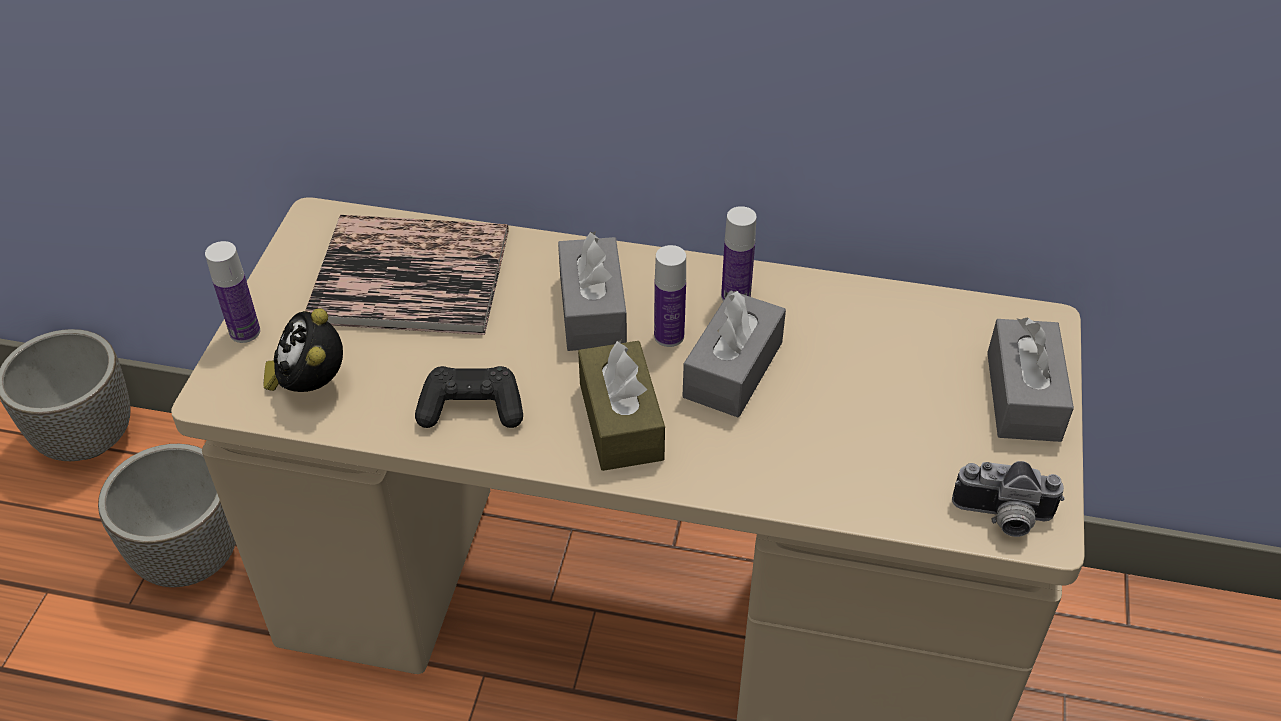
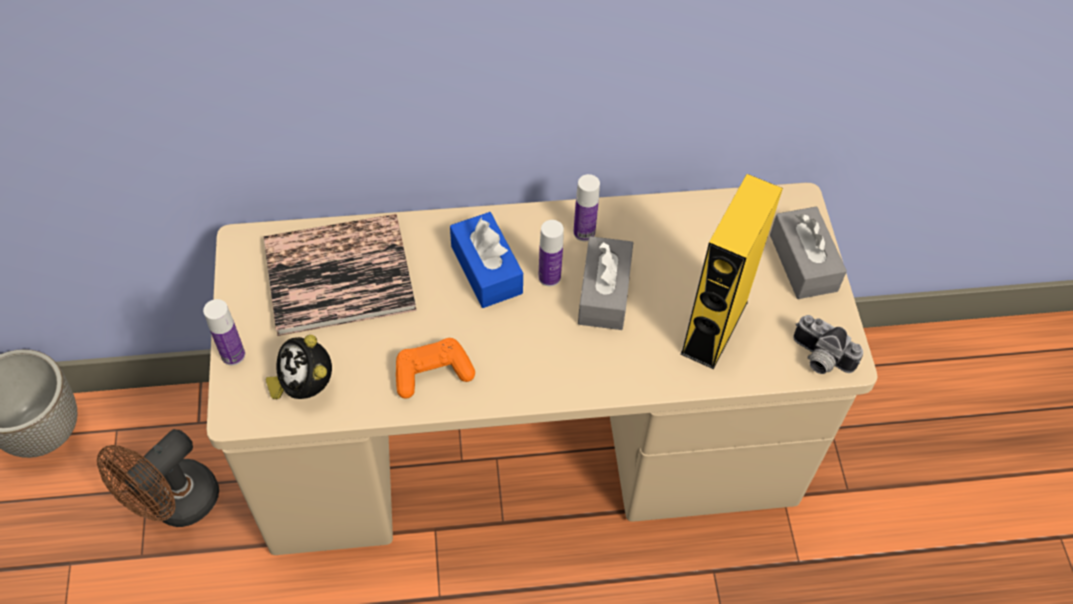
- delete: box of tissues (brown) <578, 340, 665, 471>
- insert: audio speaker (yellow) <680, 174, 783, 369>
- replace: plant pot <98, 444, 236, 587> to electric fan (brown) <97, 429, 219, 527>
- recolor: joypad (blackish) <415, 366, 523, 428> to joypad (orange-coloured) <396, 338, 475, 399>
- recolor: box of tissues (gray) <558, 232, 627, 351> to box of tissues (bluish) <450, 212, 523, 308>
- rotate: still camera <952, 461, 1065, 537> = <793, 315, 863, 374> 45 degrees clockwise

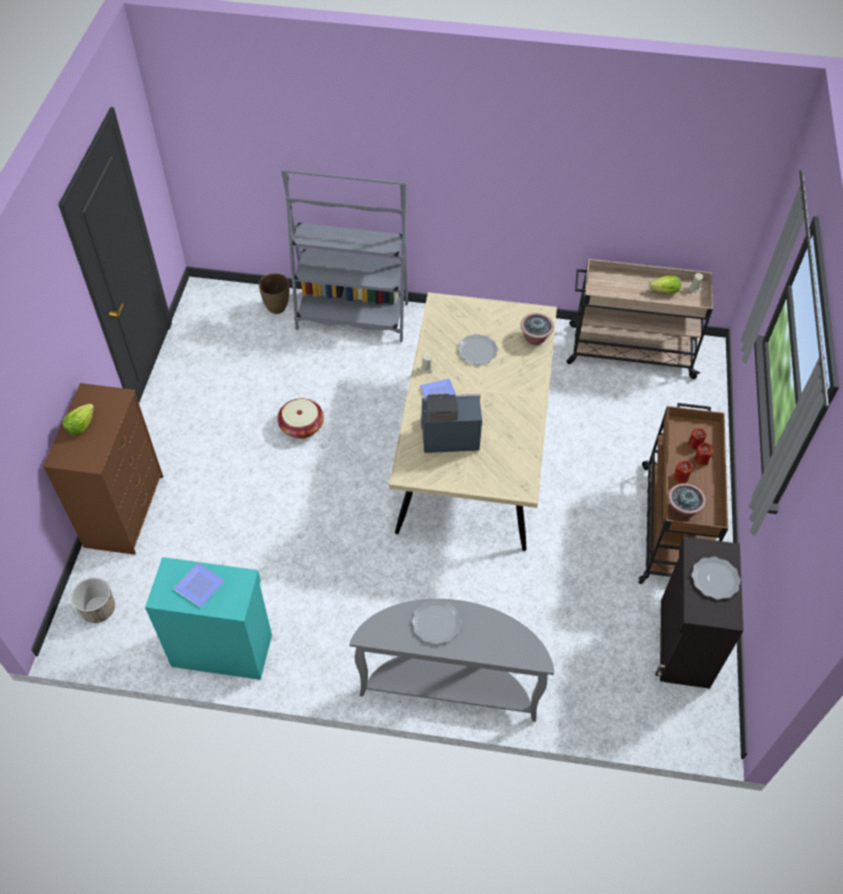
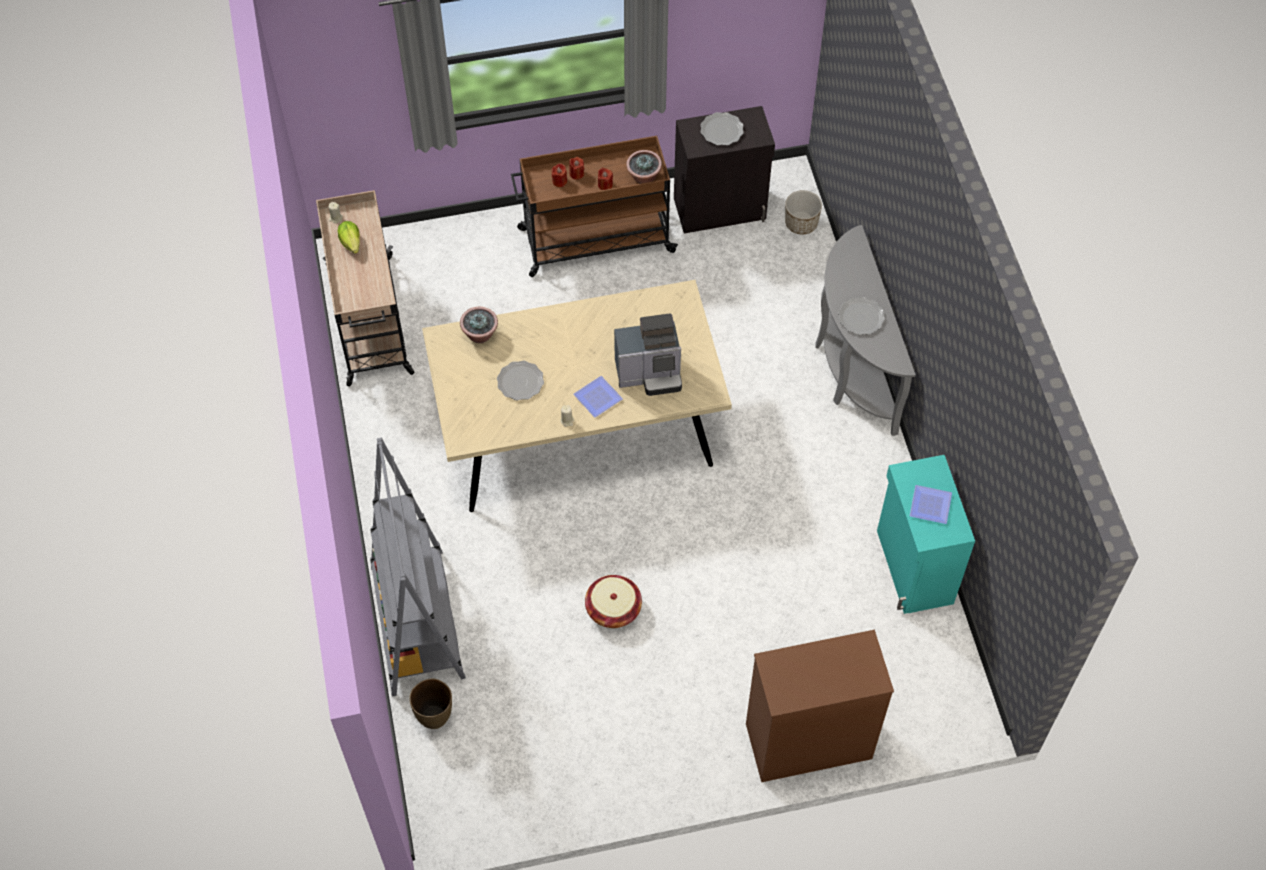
- delete: lettuce head <63, 403, 94, 435>
- move: plant pot <71, 577, 115, 623> to <785, 190, 822, 234>
- rotate: coffee maker <421, 394, 482, 453> = <614, 313, 682, 396> 75 degrees counterclockwise

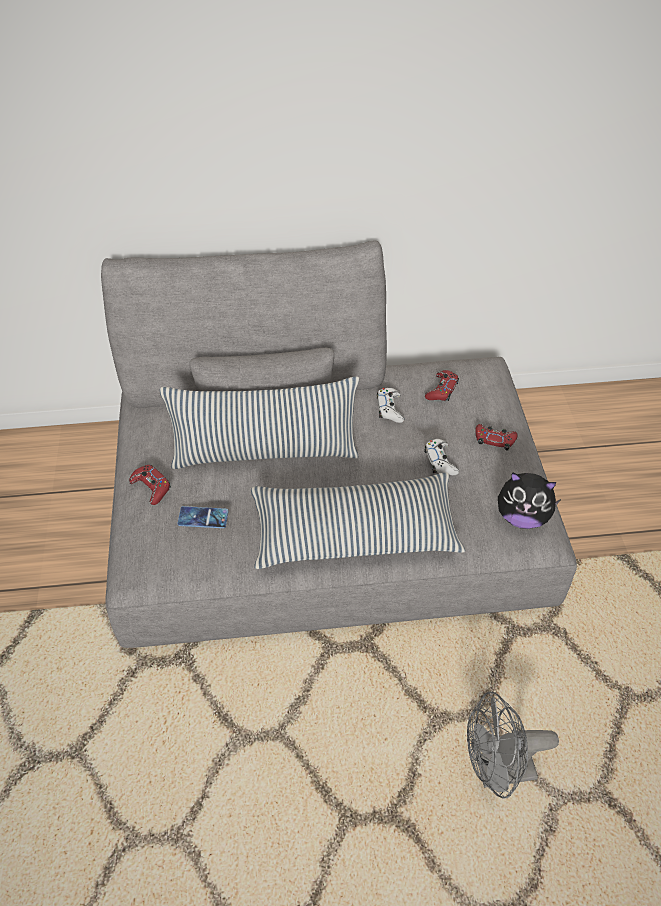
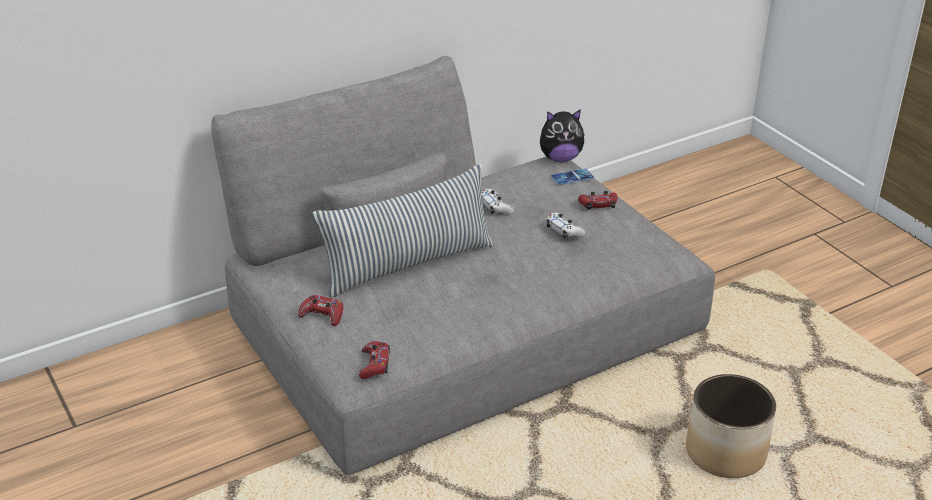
- delete: pillow <251, 473, 465, 569>
- move: phone <177, 506, 228, 528> to <551, 168, 594, 185>
- move: joypad (red-coloured) <425, 370, 459, 401> to <359, 341, 390, 379>
- move: plush toy <498, 472, 561, 529> to <540, 109, 585, 162>
- replace: electric fan (gray) <467, 691, 559, 798> to plant pot <686, 374, 776, 478>

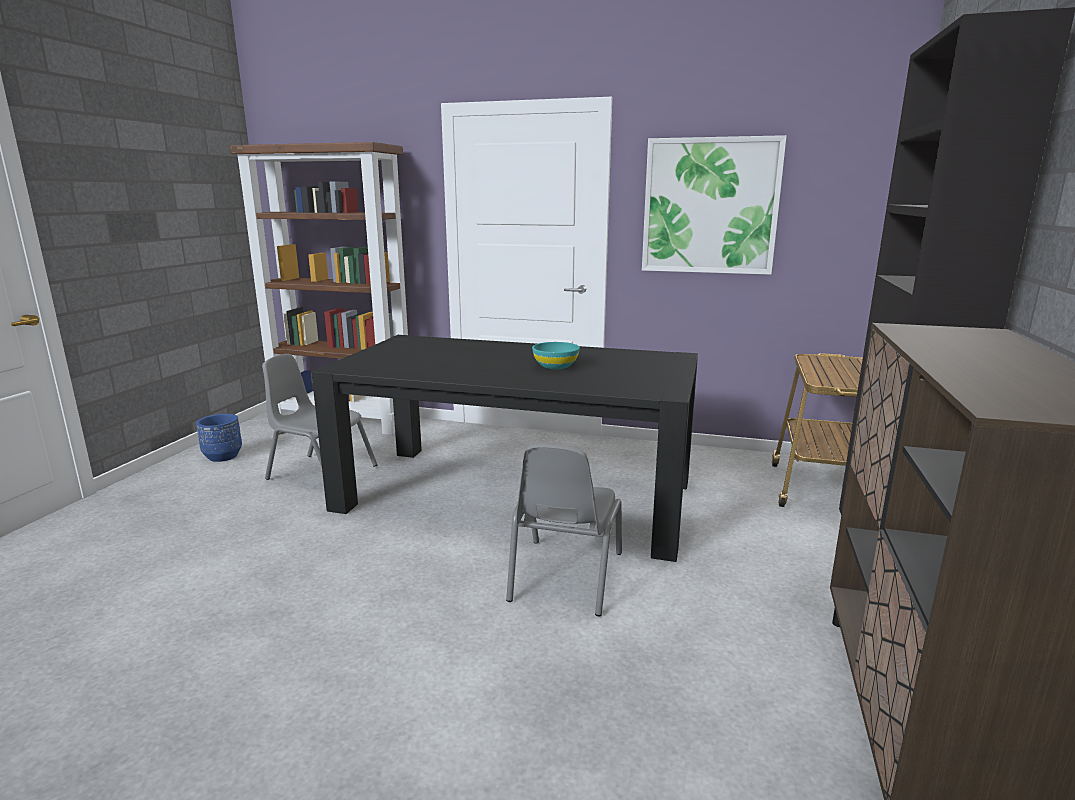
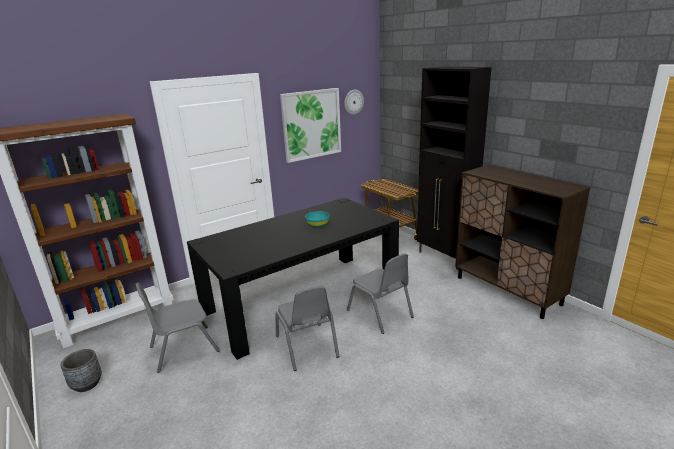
- insert: upright chair (gray) <275, 286, 339, 371>
- insert: wall clock <344, 90, 364, 115>
- recolor: plant pot (bluish) <196, 414, 242, 462> to plant pot (gray) <60, 349, 102, 392>

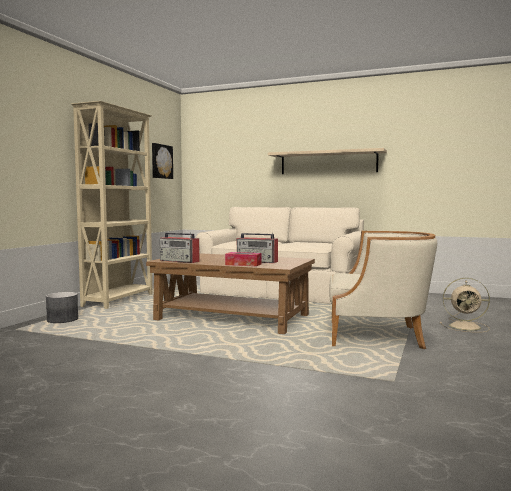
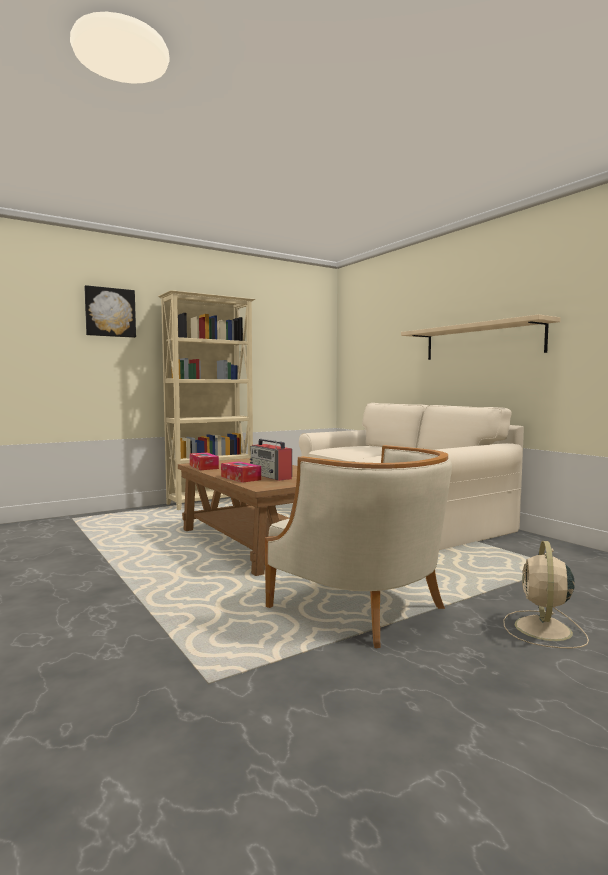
- delete: plant pot (gray) <46, 292, 78, 323>
- move: wall art <152, 143, 173, 179> to <84, 285, 136, 338>
- replace: radio <160, 233, 200, 263> to box of tissues <190, 453, 219, 470>
- rotate: electric fan (beige) <440, 278, 490, 332> = <503, 541, 589, 648> 60 degrees clockwise

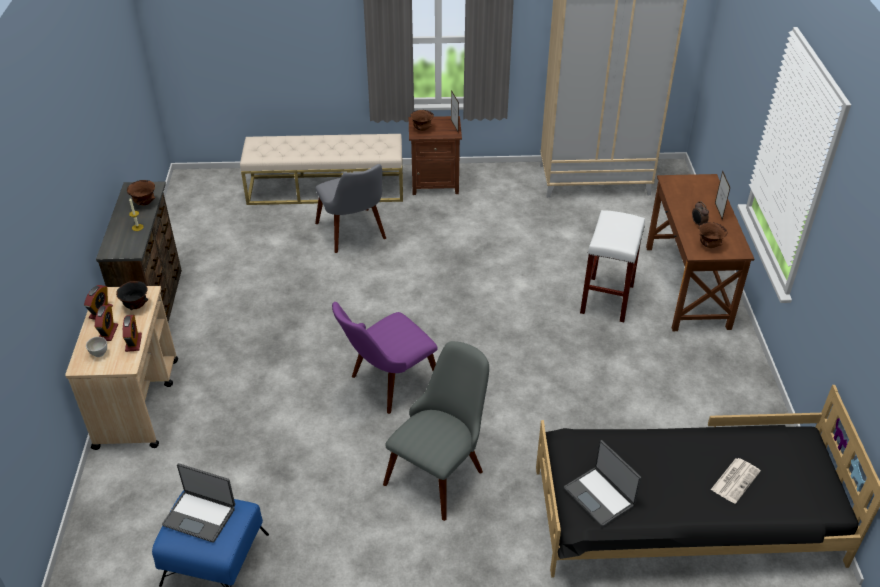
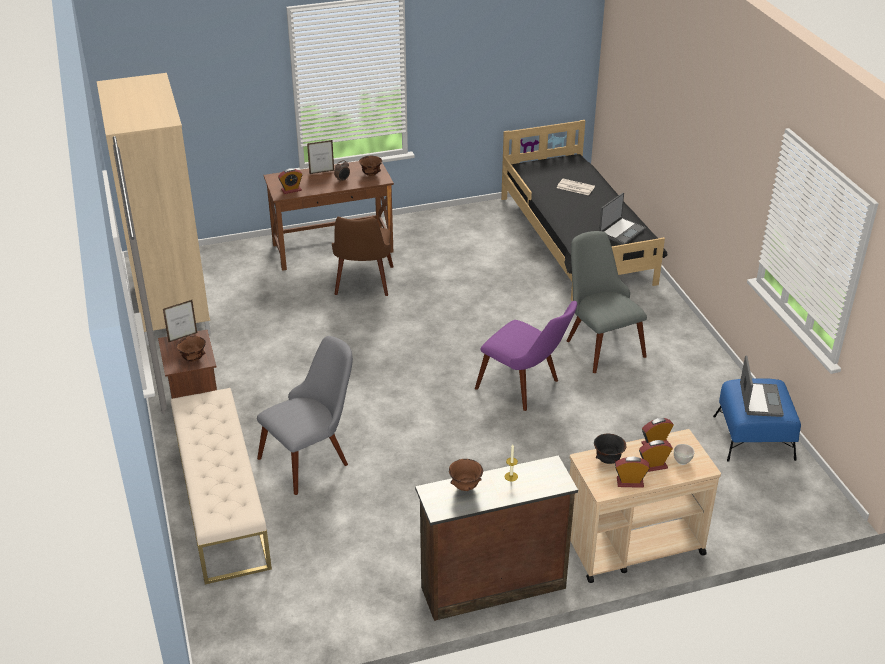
- insert: table clock <278, 168, 302, 194>
- replace: sitting stool (white) <580, 210, 645, 322> to upright chair (brown) <332, 217, 394, 296>
- rotate: upright chair (gray) <383, 341, 489, 521> = <567, 231, 647, 373> 45 degrees clockwise

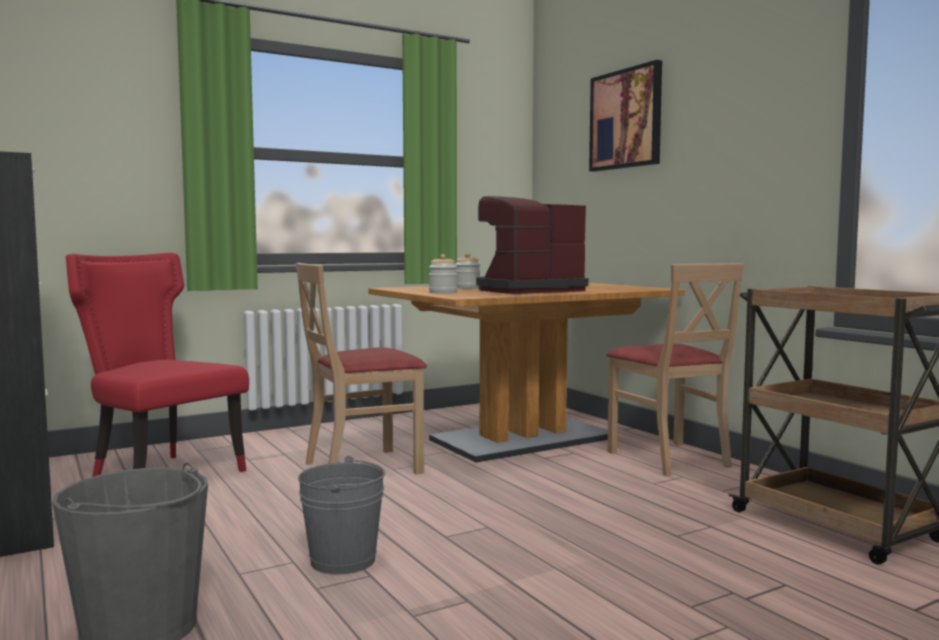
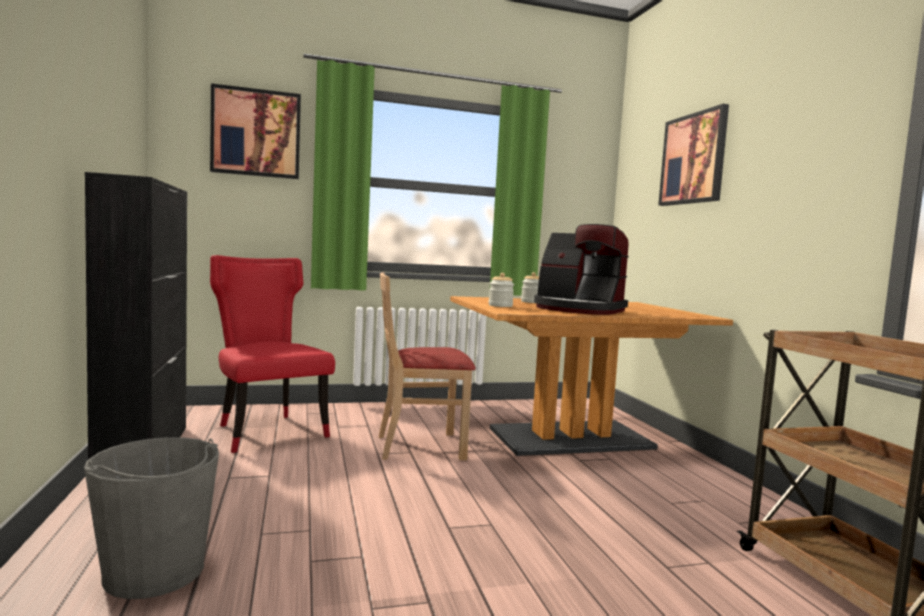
- delete: water bucket (gray) <298, 456, 385, 575>
- delete: upright chair (beige) <606, 263, 745, 476>
- insert: wall art <210, 83, 301, 179>
- rotate: coffee maker <476, 196, 589, 294> = <534, 224, 629, 315> 135 degrees counterclockwise

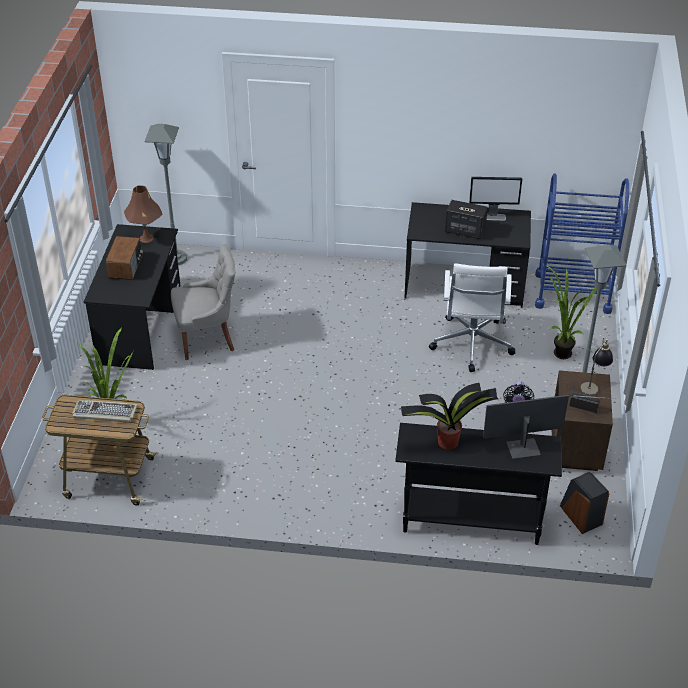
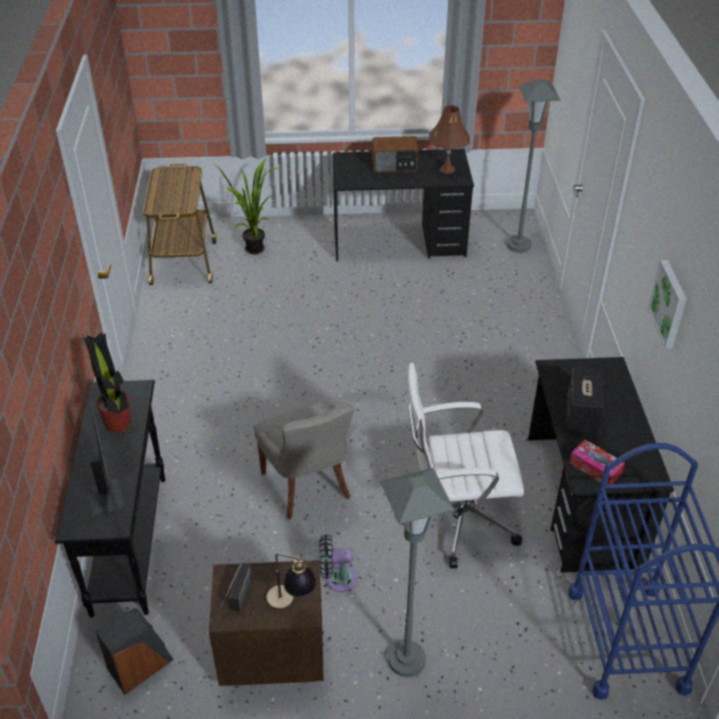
- delete: computer keyboard <72, 400, 137, 422>
- delete: monitor <469, 177, 522, 221>
- delete: potted plant <545, 265, 597, 359>
- insert: box of tissues <569, 440, 625, 484>
- insert: wall art <648, 260, 687, 349>
- move: upright chair (gray) <171, 244, 235, 360> to <254, 402, 354, 519>

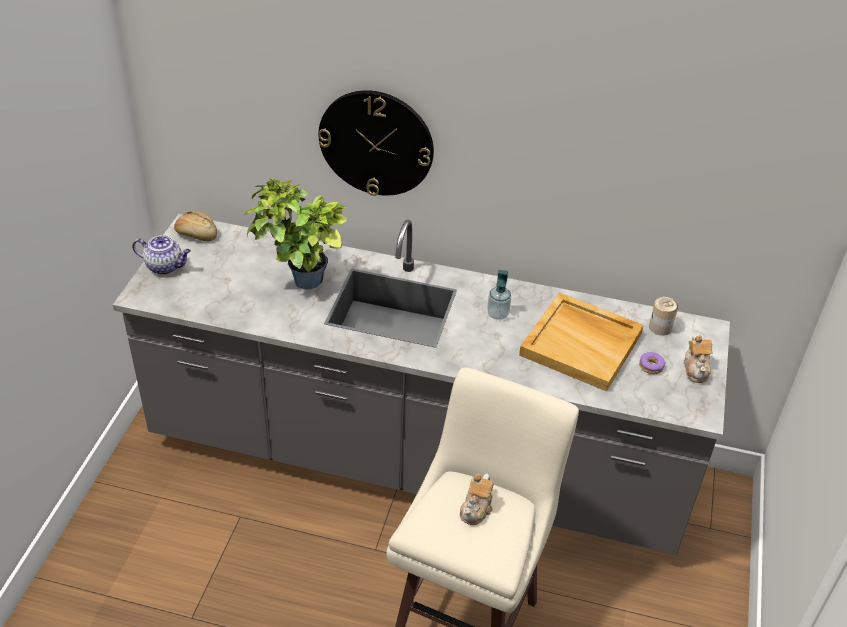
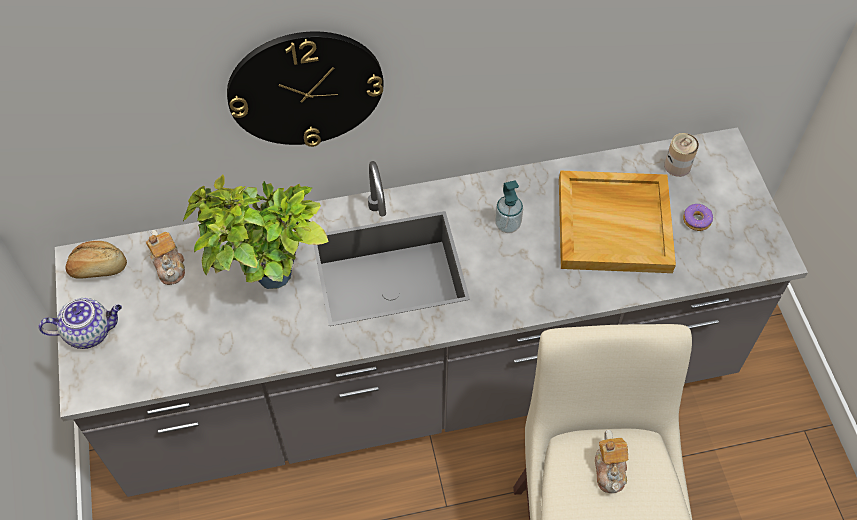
- move: pot for tea <684, 335, 713, 383> to <146, 230, 185, 285>

